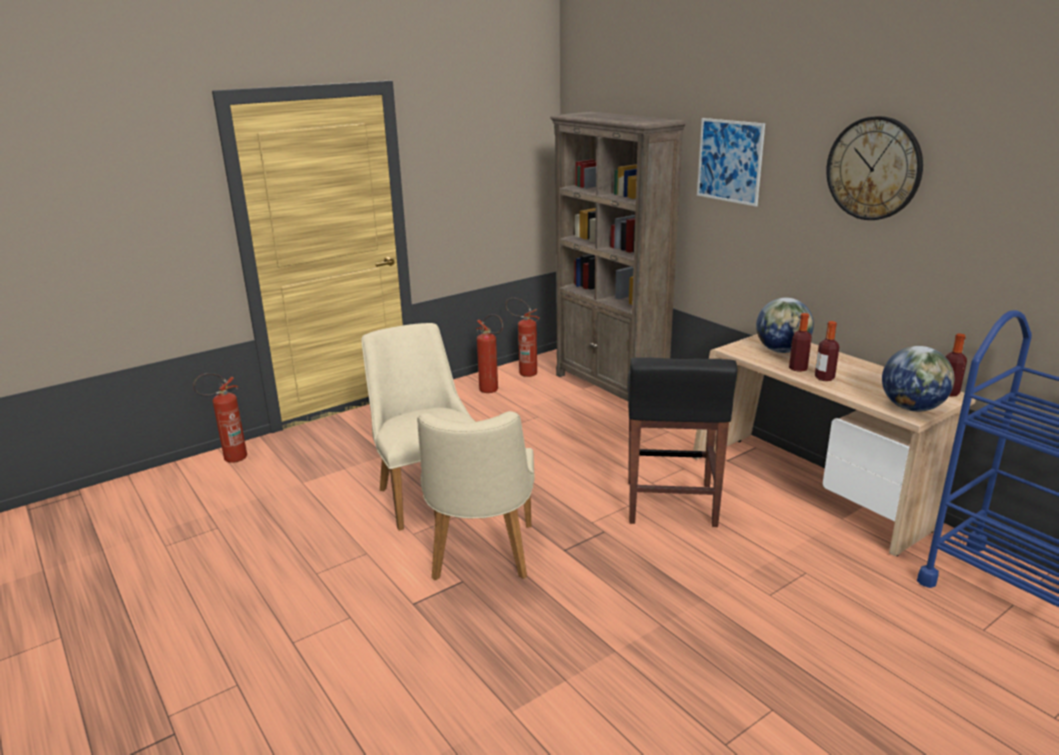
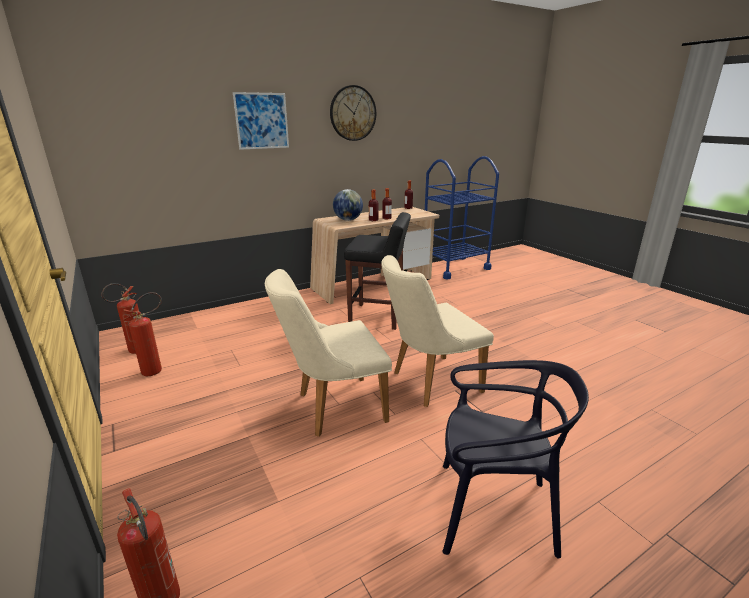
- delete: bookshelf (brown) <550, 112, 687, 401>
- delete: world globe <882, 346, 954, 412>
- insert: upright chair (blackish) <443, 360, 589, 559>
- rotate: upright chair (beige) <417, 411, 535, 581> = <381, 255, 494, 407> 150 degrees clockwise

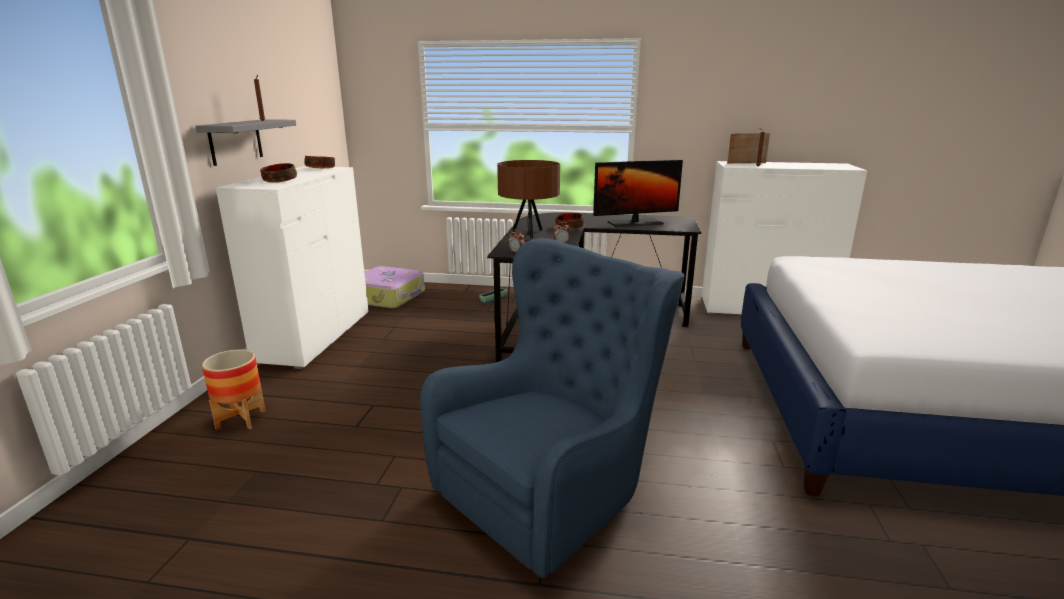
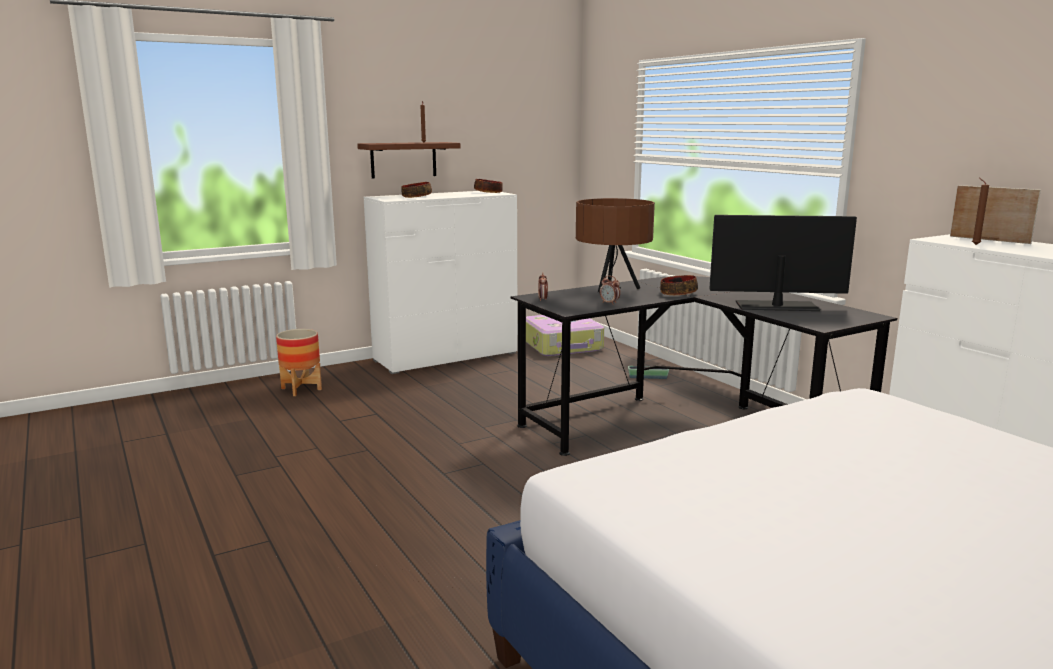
- delete: armchair (bluish) <420, 238, 685, 578>
- recolor: shelf (gray) <195, 119, 296, 166> to shelf (brown) <357, 142, 460, 179>
- rotate: monitor <593, 160, 683, 227> = <709, 215, 857, 311> 150 degrees clockwise

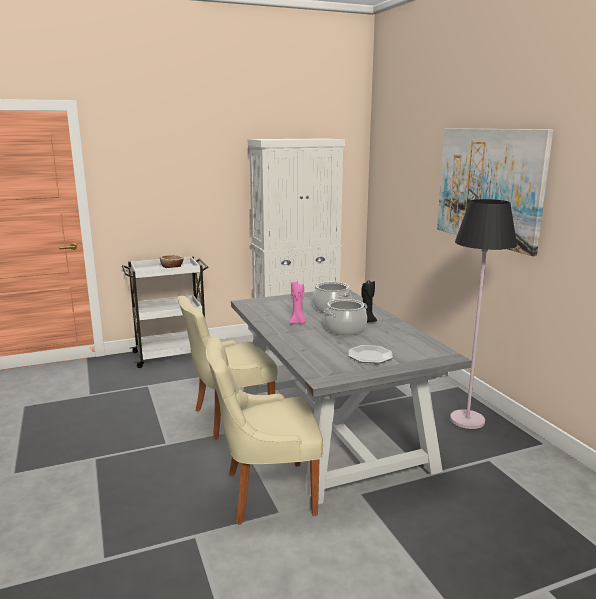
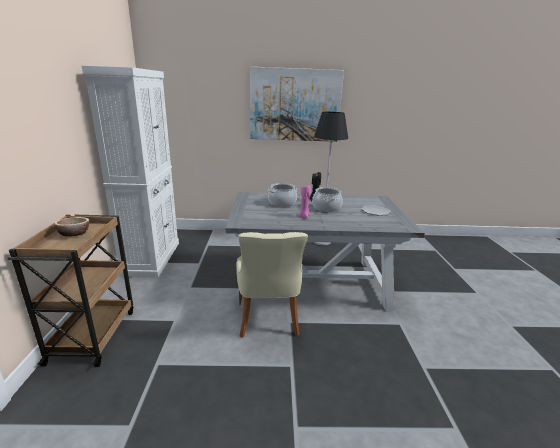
- delete: upright chair (beige) <206, 337, 323, 525>
- recolor: trolley (white) <122, 256, 209, 368> to trolley (brown) <7, 215, 133, 367>

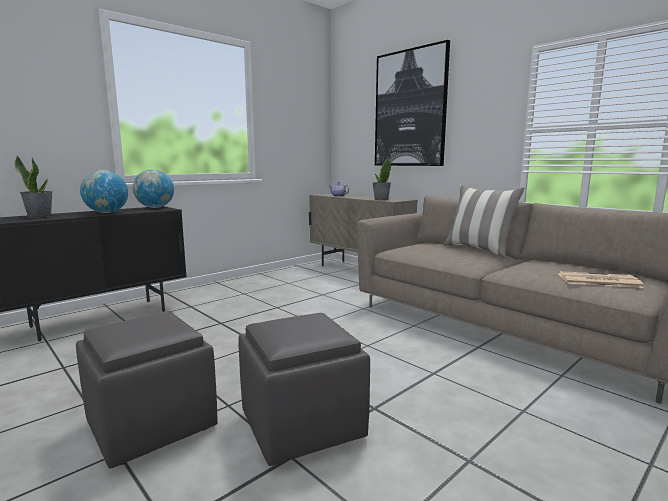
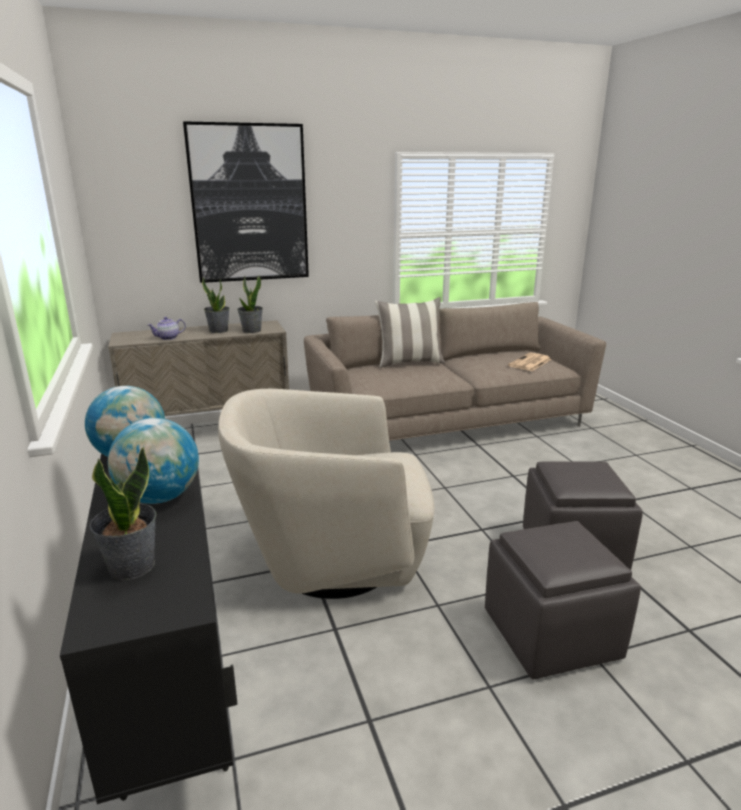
- insert: potted plant <202, 277, 230, 333>
- insert: armchair (beige) <218, 389, 435, 599>

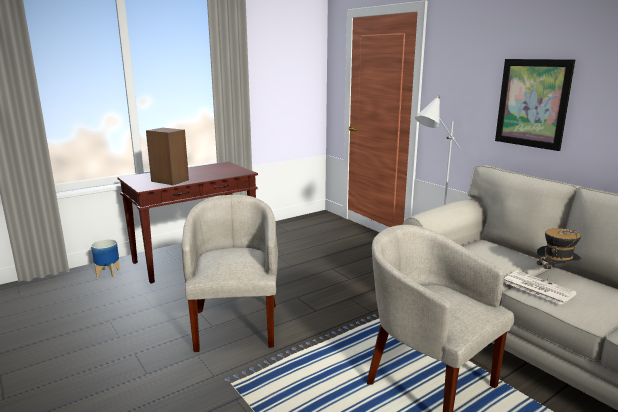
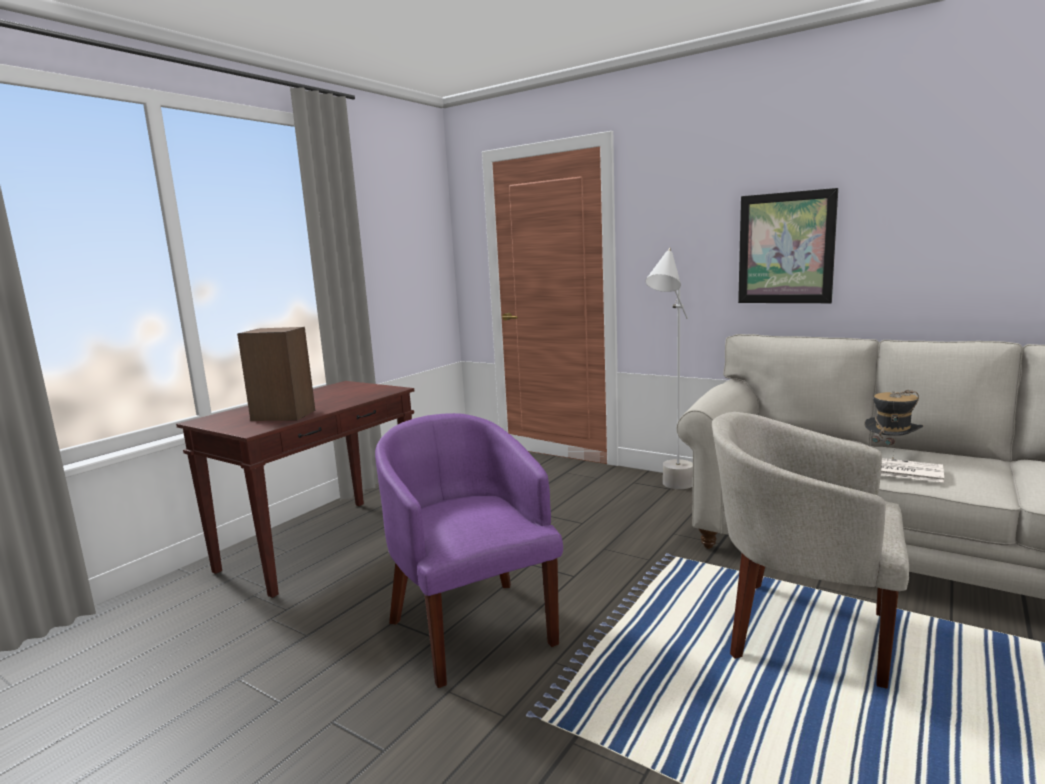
- delete: plant pot <91, 239, 120, 277>
- recolor: armchair (beige) <182, 195, 278, 352> to armchair (purple) <375, 413, 563, 688>

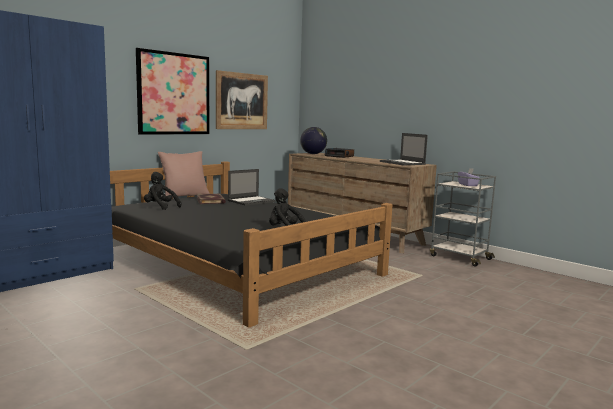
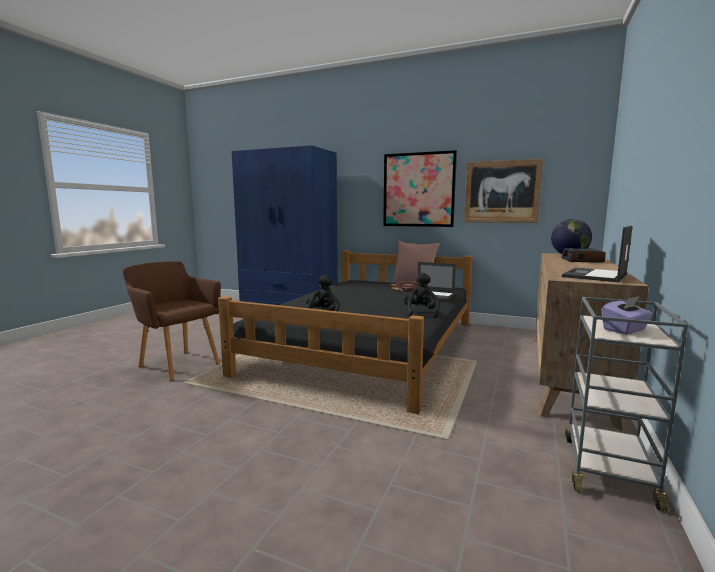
- insert: armchair (brown) <123, 261, 221, 381>
- move: plush toy (blackish) <144, 172, 181, 210> to <403, 273, 440, 318>

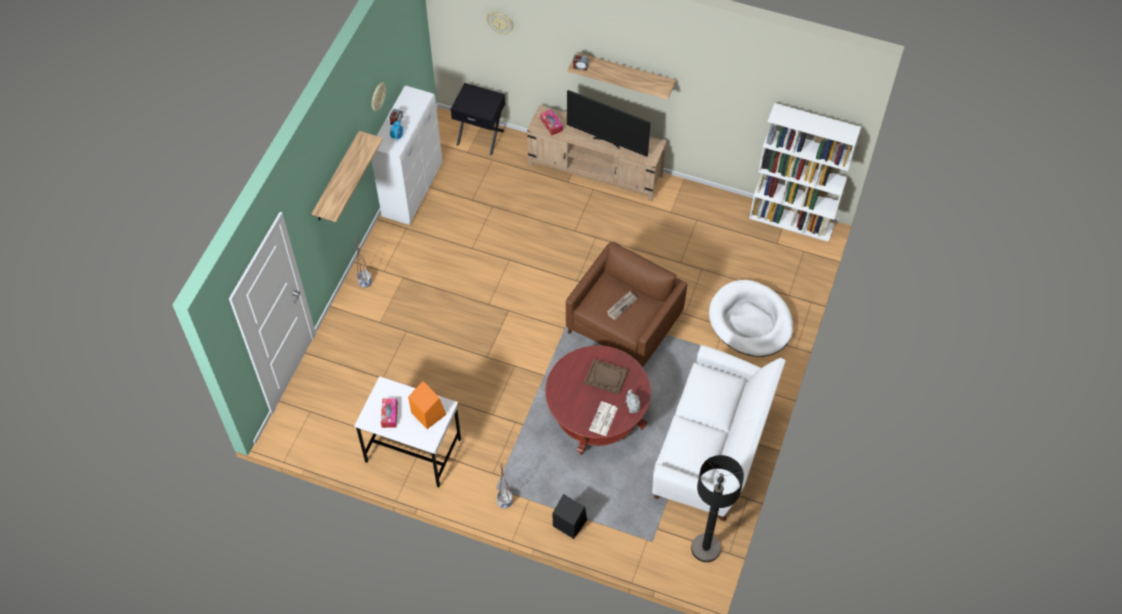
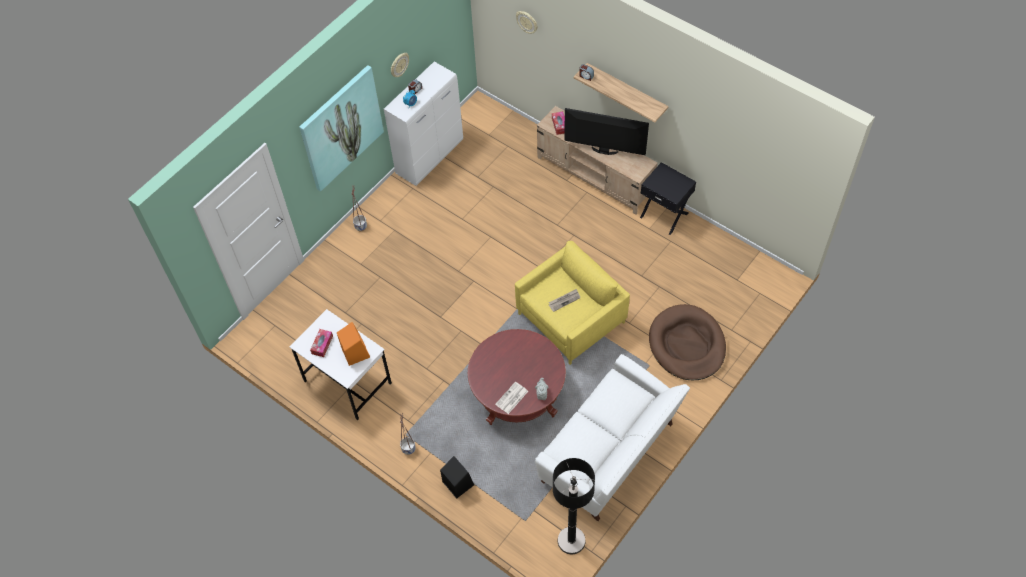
- delete: tray (brown) <584, 359, 628, 395>
- delete: bookshelf (white) <749, 103, 861, 242>
- move: nightstand (blackish) <451, 83, 505, 155> to <640, 162, 696, 235>
- replace: shelf <312, 131, 383, 222> to wall art <299, 65, 384, 192>
- recolor: armchair (brown) <566, 242, 688, 367> to armchair (yellow) <515, 241, 630, 365>
- recolor: dog bed (white) <709, 280, 793, 357> to dog bed (brown) <649, 304, 726, 380>
- rotate: TV <567, 90, 651, 157> = <564, 108, 649, 155> 150 degrees clockwise

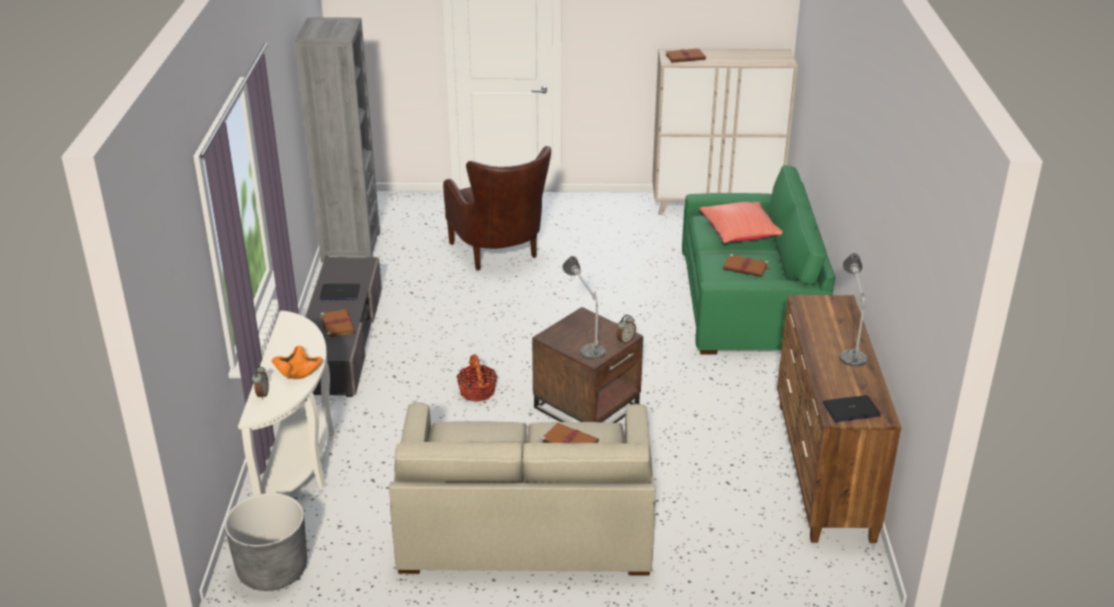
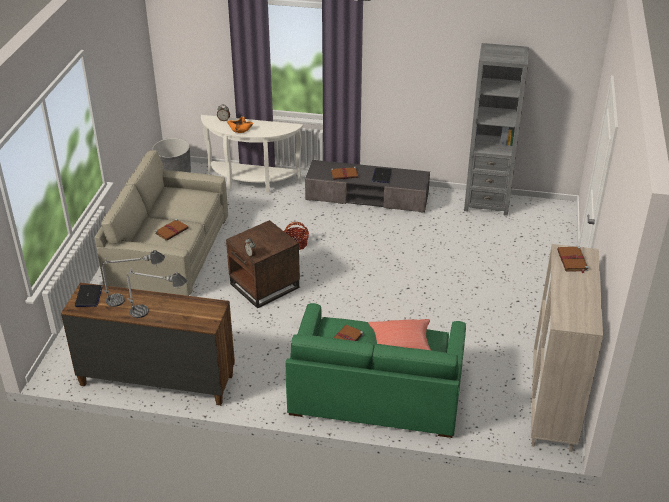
- delete: armchair (brown) <443, 146, 551, 271>
- move: table lamp <562, 256, 605, 360> to <102, 250, 165, 307>

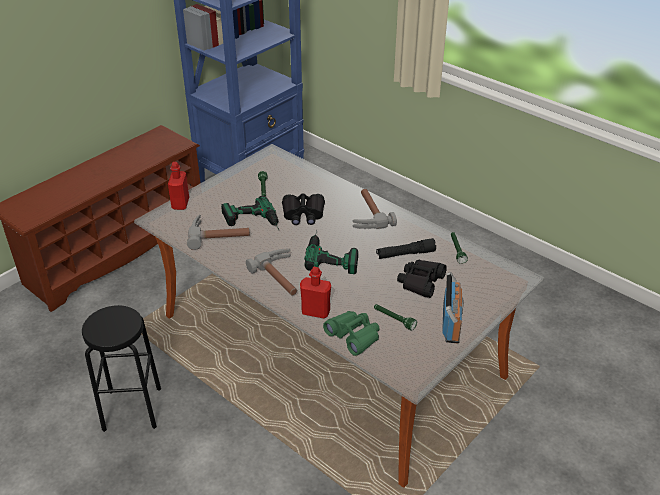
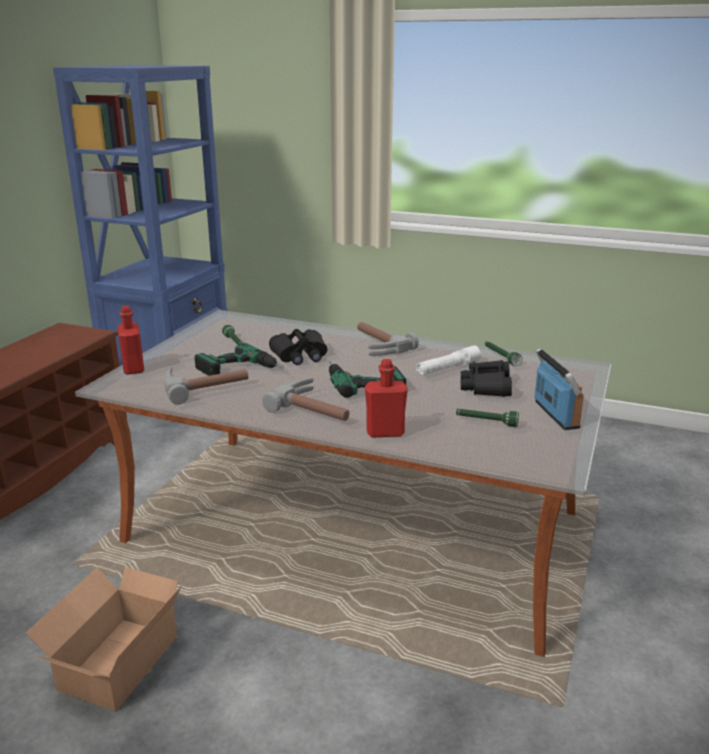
- delete: field glasses (greenish) <323, 311, 380, 356>
- replace: sitting stool (blackish) <82, 305, 161, 432> to packing box <26, 567, 182, 711>
- recolor: flashlight (blackish) <376, 238, 436, 259> to flashlight (white) <416, 346, 481, 375>

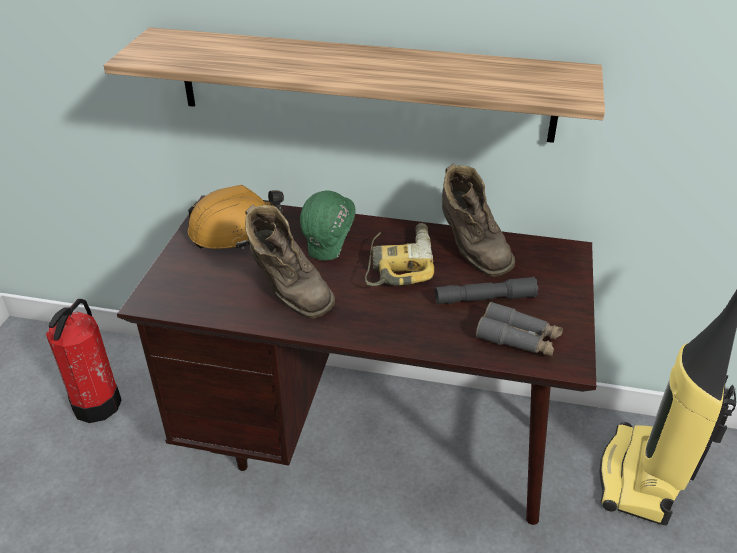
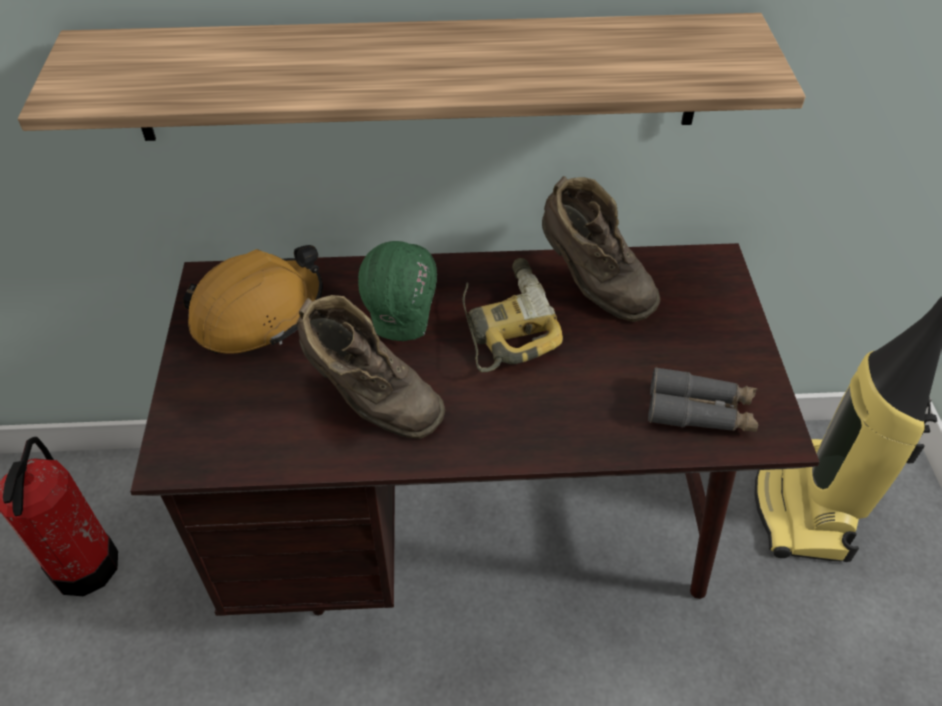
- delete: flashlight (gray) <435, 277, 538, 304>

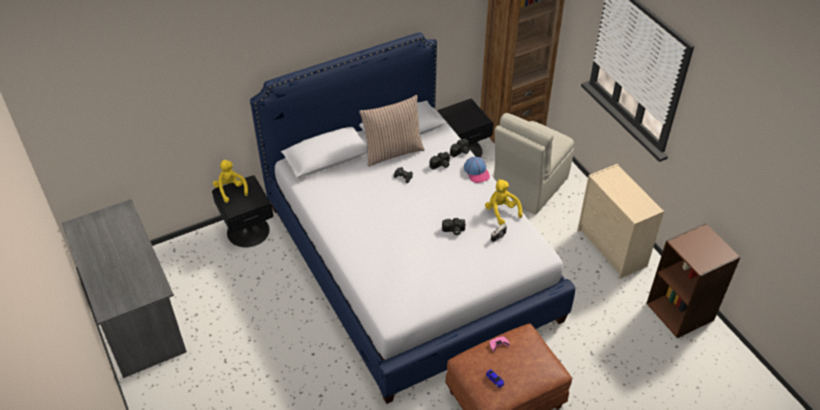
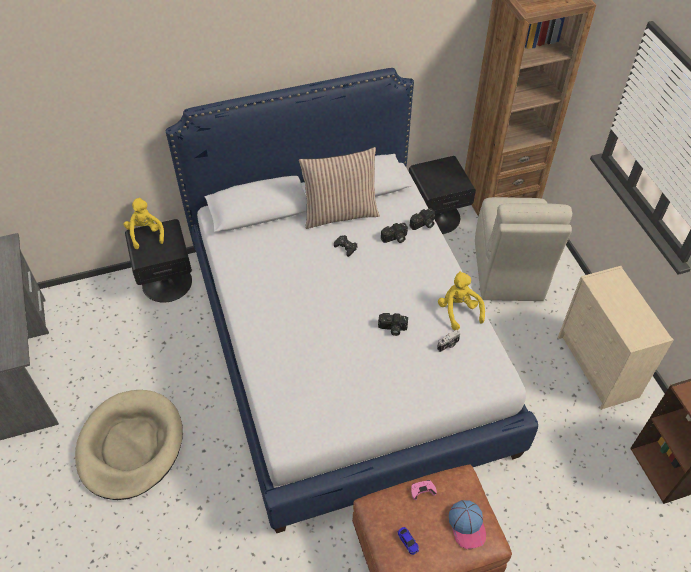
- insert: dog bed (beige) <75, 390, 183, 500>
- move: cap <464, 157, 490, 183> to <449, 500, 486, 549>
- rotate: upright chair (beige) <494, 113, 574, 215> = <475, 197, 572, 301> 45 degrees counterclockwise

